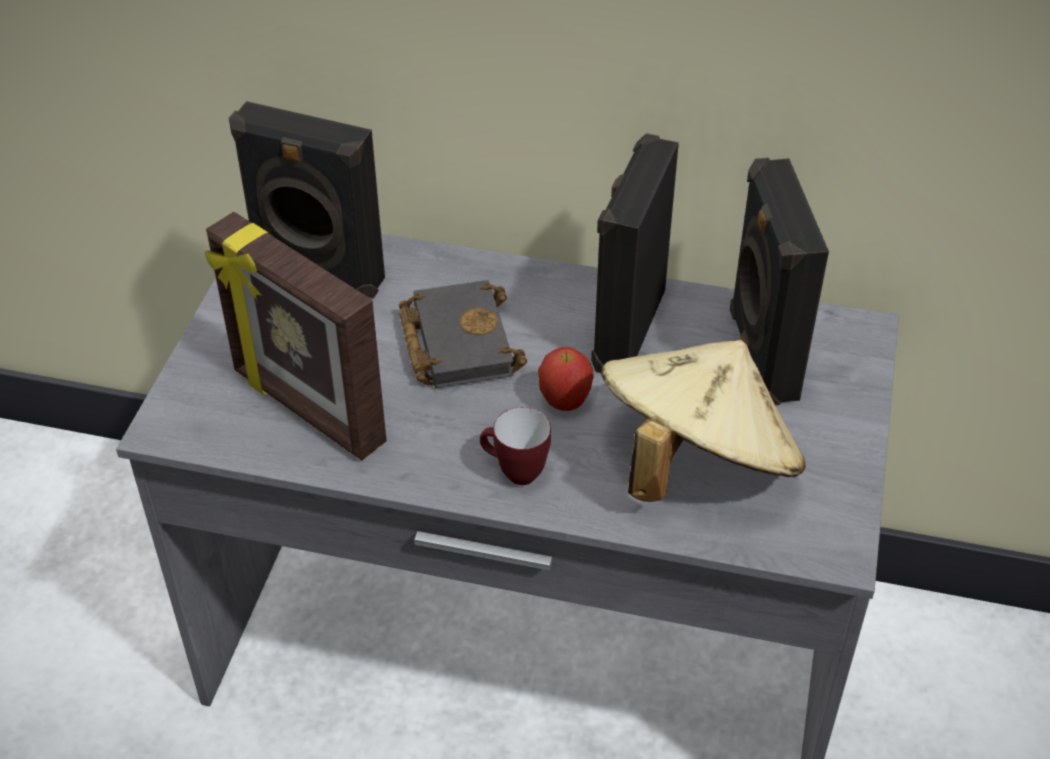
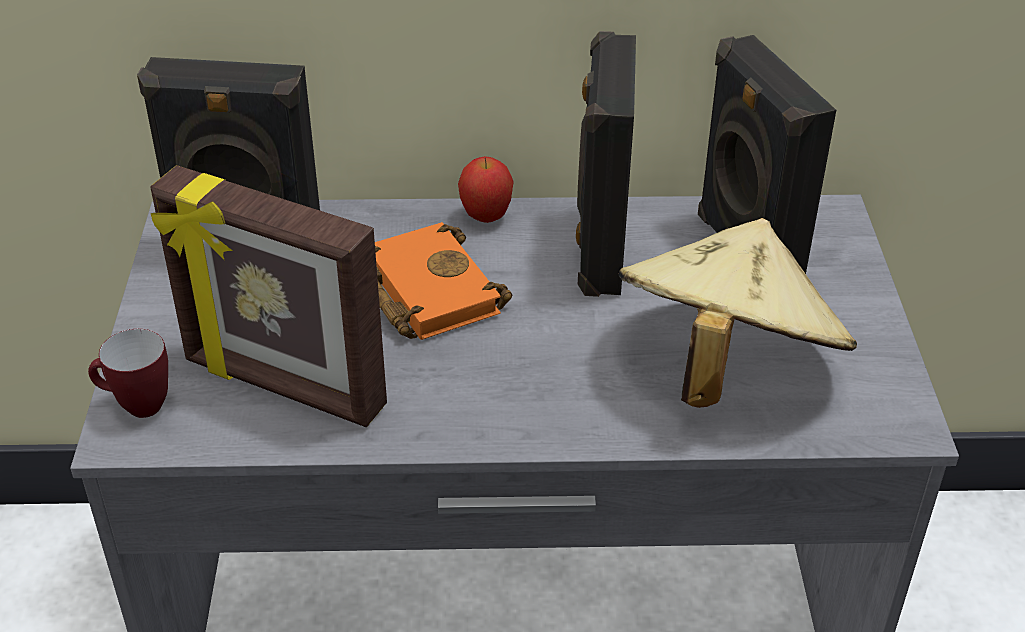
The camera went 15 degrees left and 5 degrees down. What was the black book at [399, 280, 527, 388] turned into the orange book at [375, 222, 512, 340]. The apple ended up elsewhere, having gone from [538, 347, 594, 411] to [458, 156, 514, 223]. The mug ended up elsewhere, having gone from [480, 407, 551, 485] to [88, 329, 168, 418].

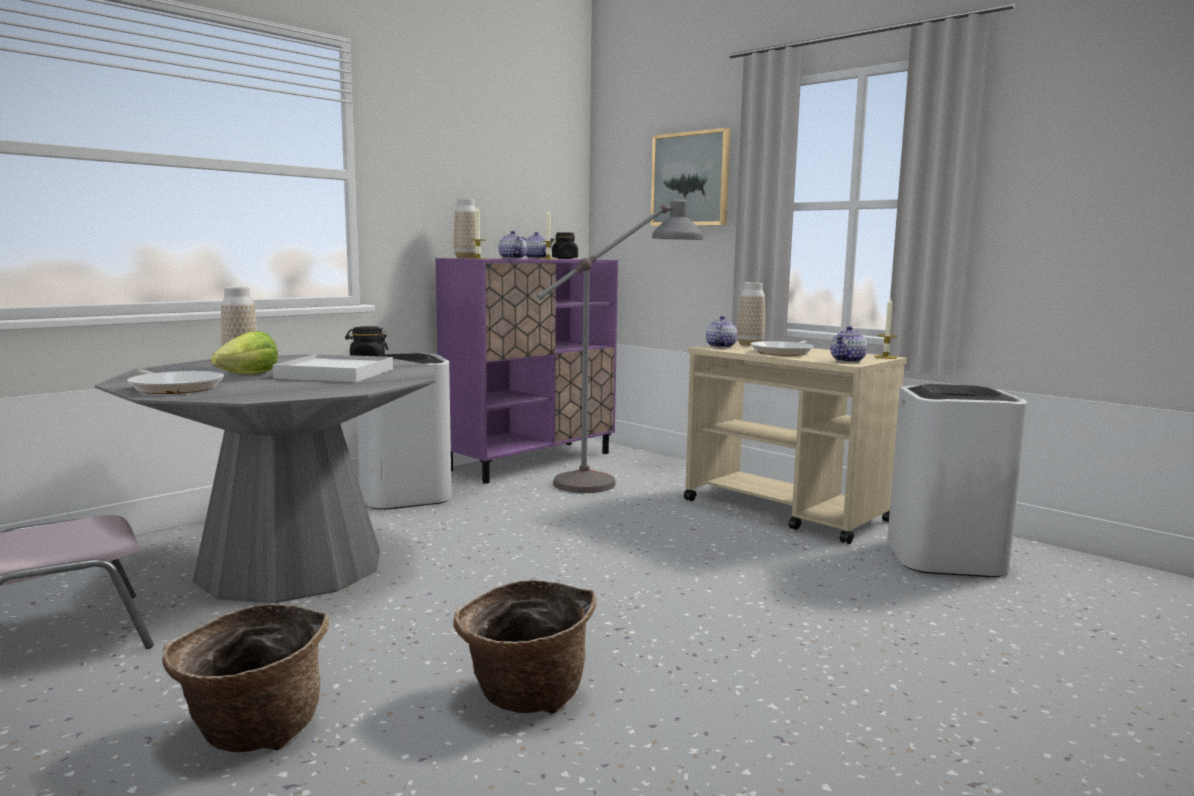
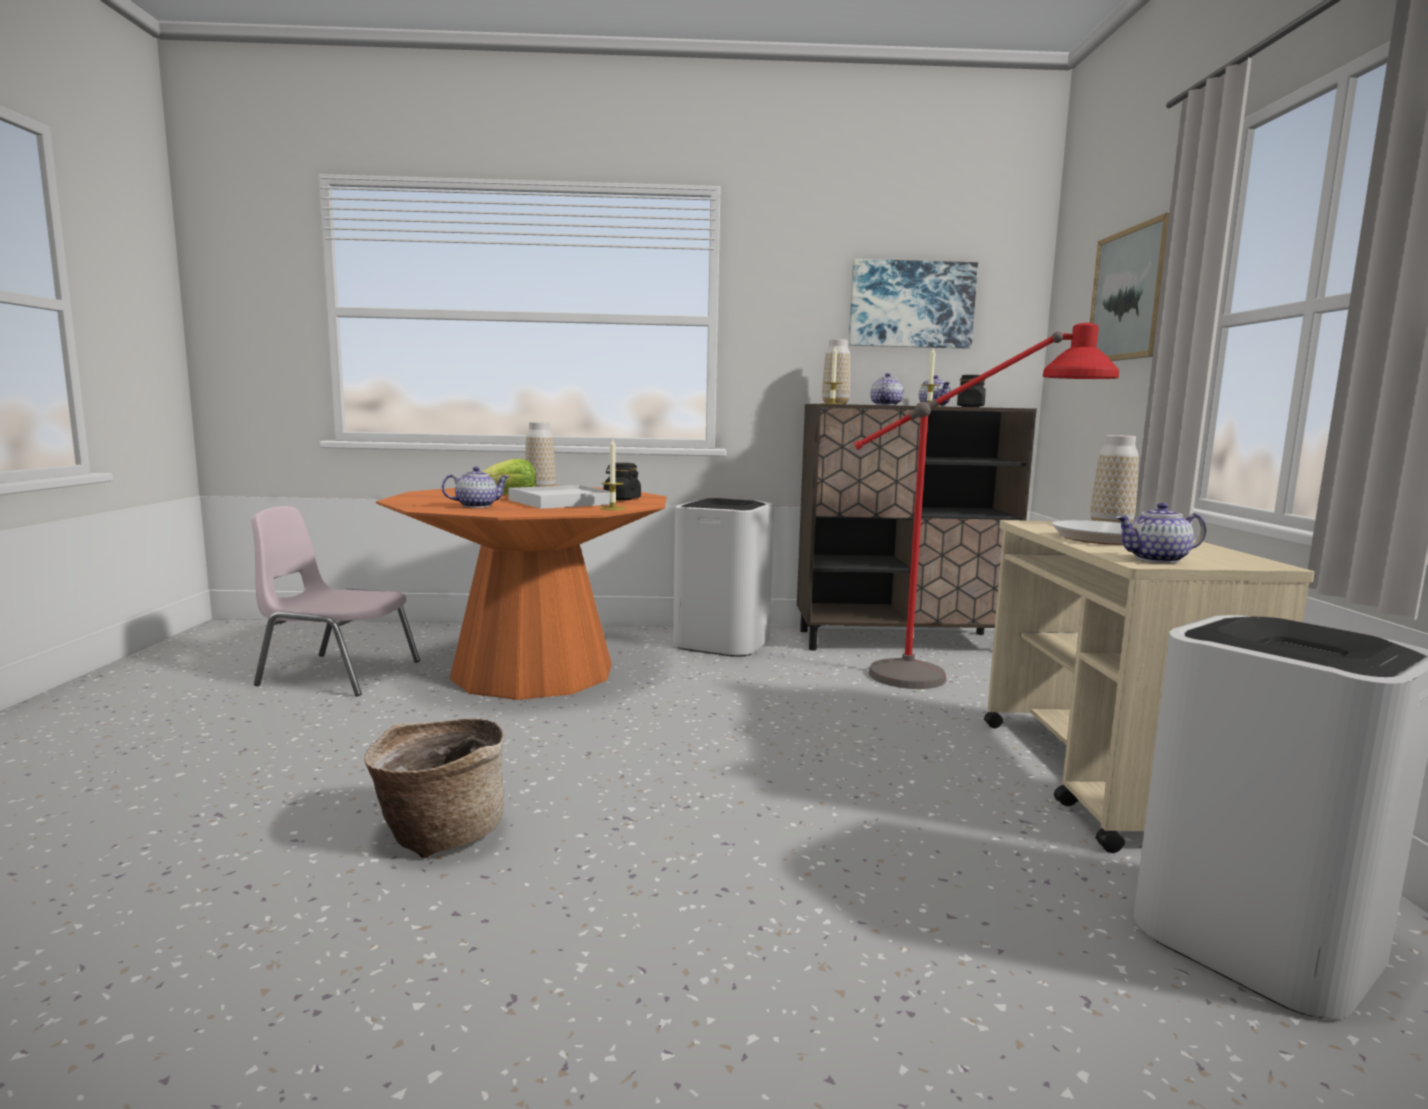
The camera went 45 degrees right and 0 degrees up. What was the grey floor lamp at [537, 199, 703, 493] turned into the red floor lamp at [854, 323, 1119, 689]. What was the purple cabinet at [435, 258, 618, 484] turned into the brown cabinet at [797, 404, 1037, 651]. The candle ended up elsewhere, having gone from [874, 297, 898, 359] to [599, 437, 626, 510]. The teapot ended up elsewhere, having gone from [706, 316, 737, 348] to [442, 467, 509, 508]. What was the grey dining table at [95, 354, 435, 603] turned into the orange dining table at [376, 485, 667, 700]. The second view lost the frying pan at [127, 369, 224, 394]. The second view lost the basket at [162, 604, 330, 752]. The second view gained the picture at [849, 259, 978, 348].

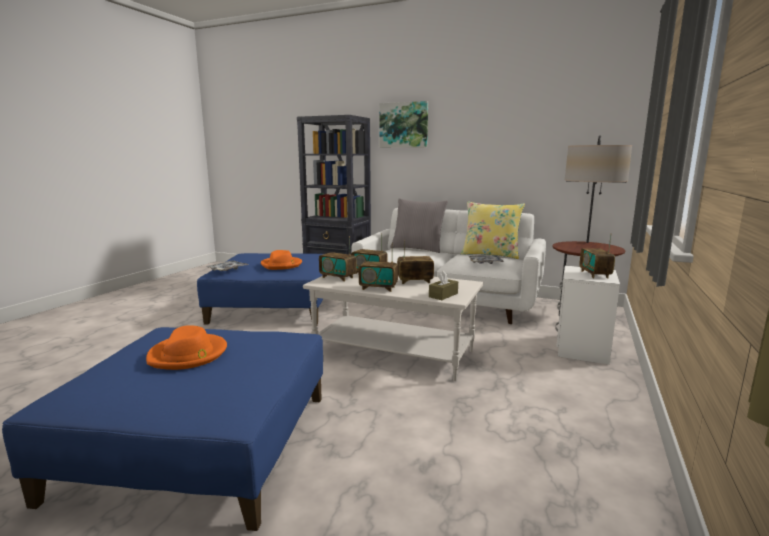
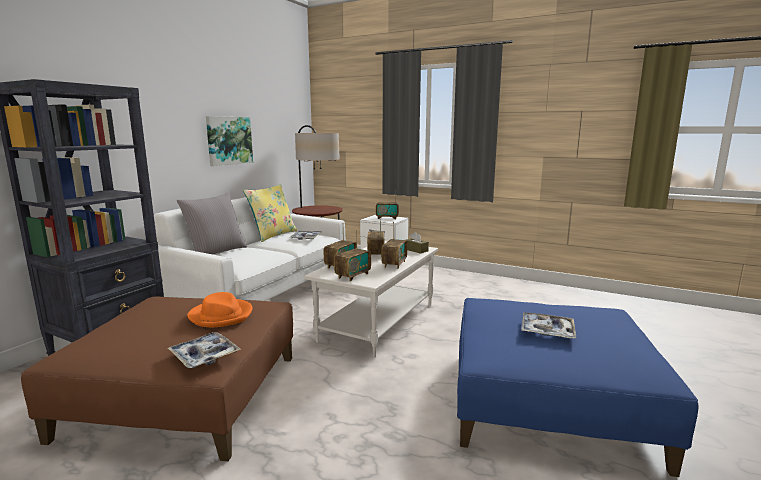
The camera went 85 degrees left and 0 degrees up. The picture ended up elsewhere, having gone from [379, 101, 428, 148] to [206, 116, 253, 166]. What was the blue ottoman at [197, 253, 323, 325] turned into the brown ottoman at [21, 297, 293, 461]. Where the orange hat stood at [146, 325, 227, 370], the tray came to stand at [521, 312, 576, 339].

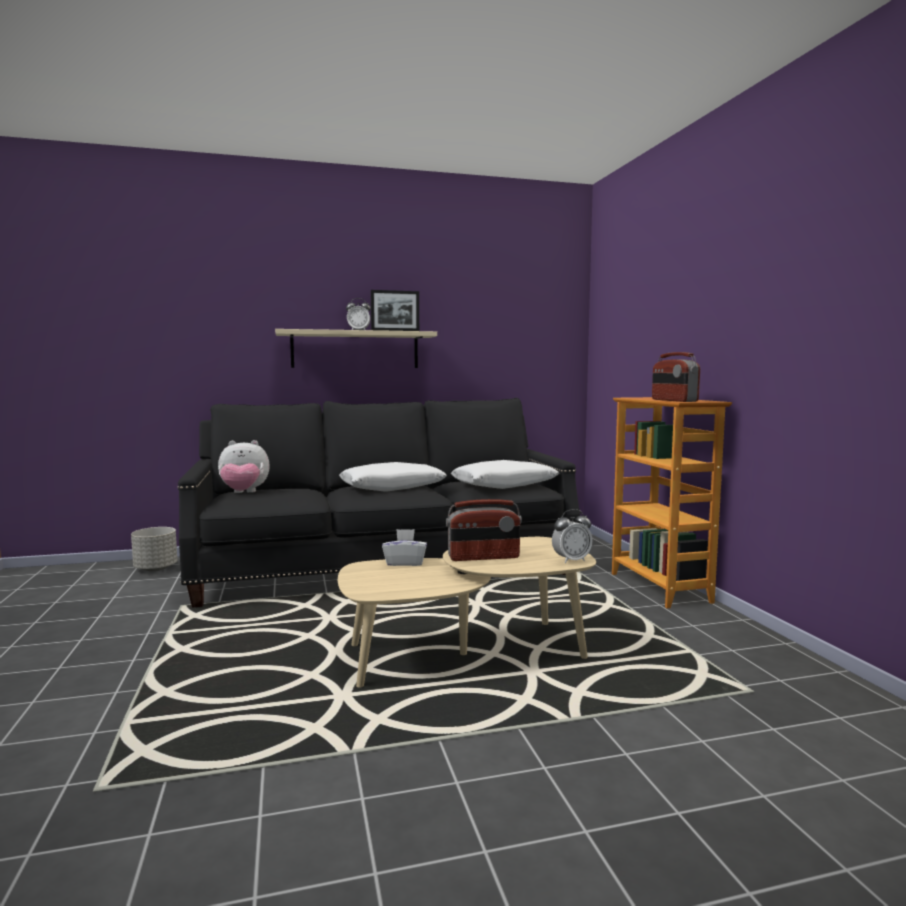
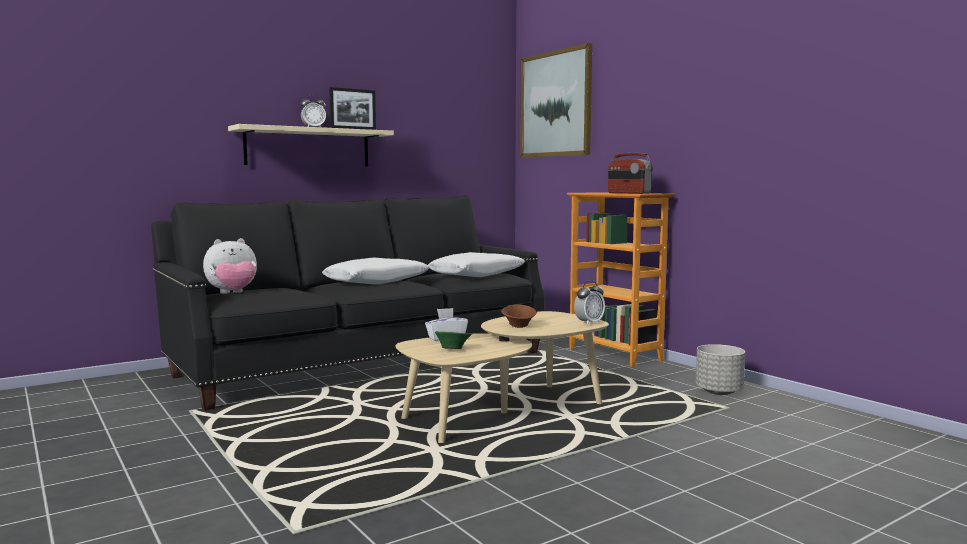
The camera went 20 degrees left and 0 degrees up. Where the radio stood at [446, 499, 522, 561], the brown bowl came to stand at [501, 304, 537, 328]. The grey planter ended up elsewhere, having gone from [131, 527, 177, 572] to [696, 344, 745, 395]. The second view gained the picture at [520, 43, 592, 158]. The second view gained the green bowl at [435, 331, 471, 349].

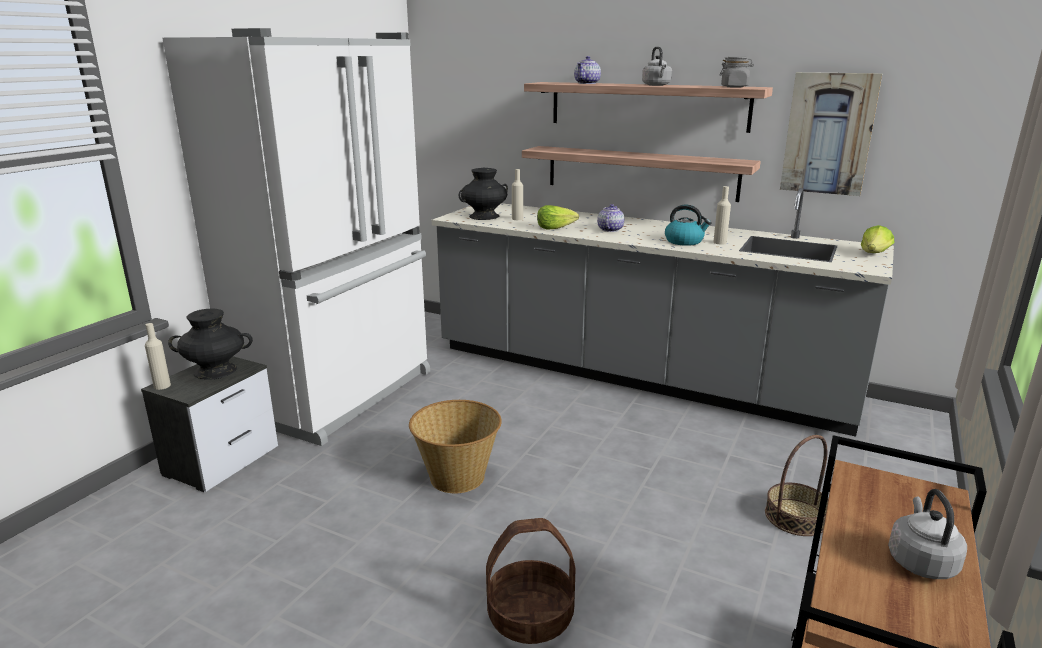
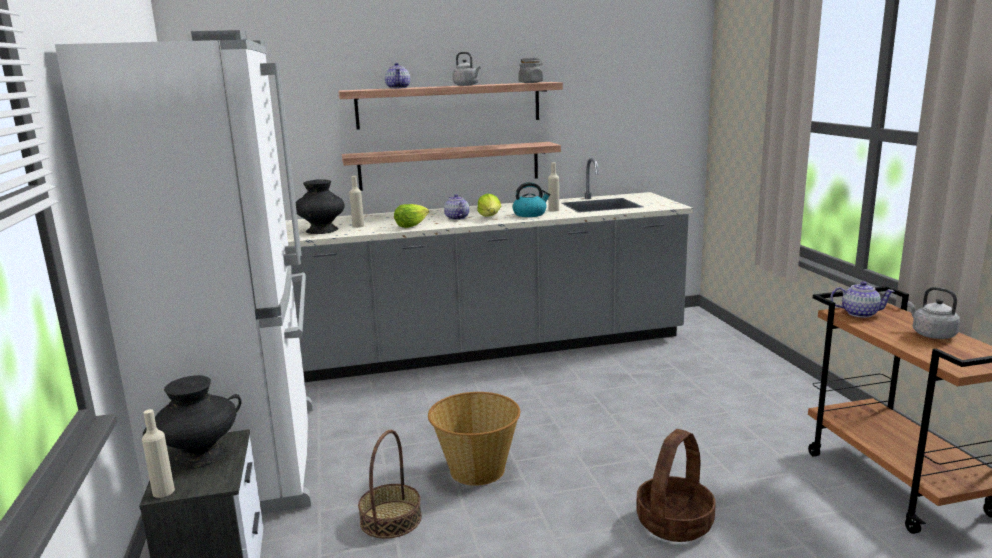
The camera went 40 degrees left and 5 degrees down. The second view lost the picture at [780, 72, 882, 196]. The lettuce ended up elsewhere, having gone from [861, 225, 894, 253] to [477, 194, 501, 217]. The basket ended up elsewhere, having gone from [765, 435, 828, 536] to [358, 430, 422, 539]. The second view gained the teapot at [830, 281, 895, 318].

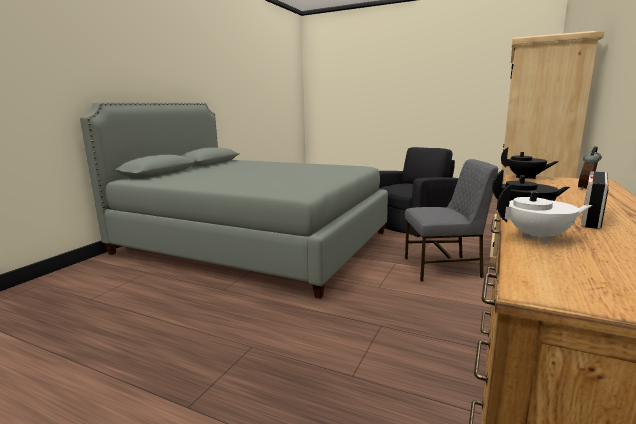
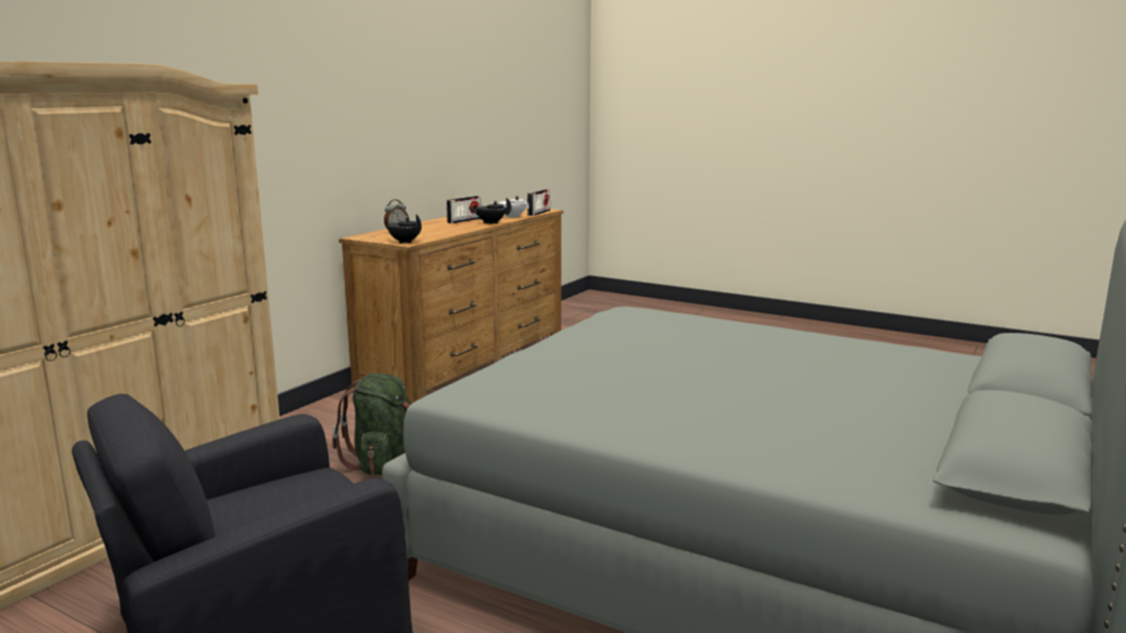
The camera went 175 degrees left and 0 degrees up. Where the grey chair stood at [405, 159, 498, 282], the green backpack came to stand at [332, 373, 411, 476]. The second view gained the radio at [527, 189, 550, 216].

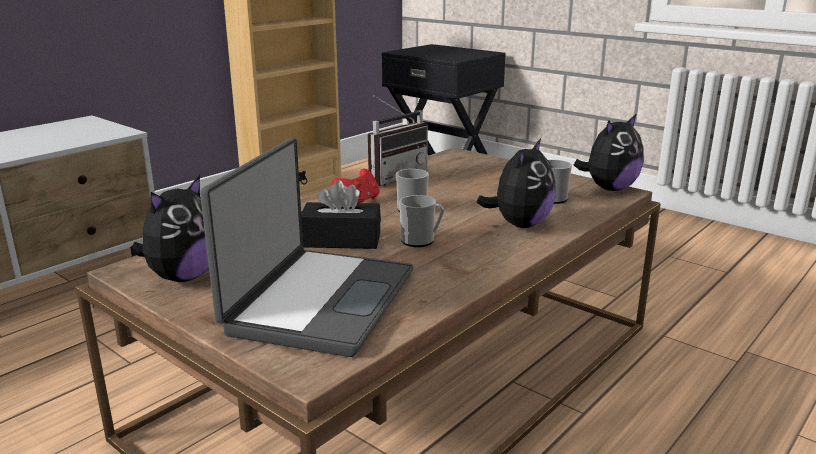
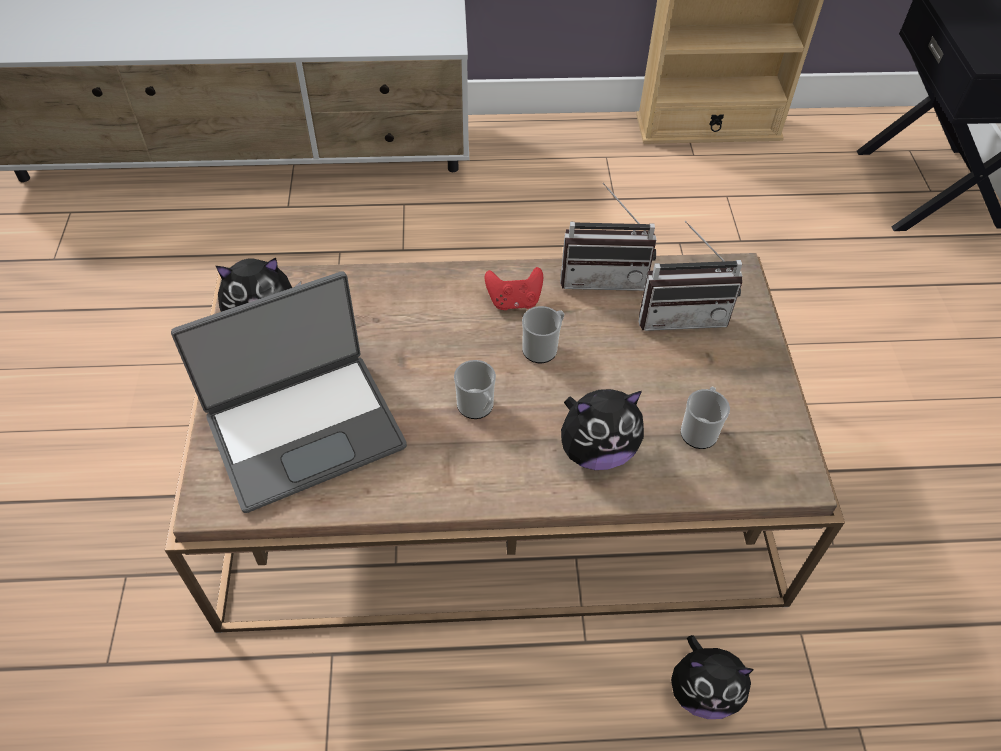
The camera went 45 degrees right and 30 degrees up. The plush toy ended up elsewhere, having gone from [574, 113, 644, 191] to [671, 635, 754, 719]. The second view lost the black tissue box at [301, 180, 381, 249]. The second view gained the radio at [638, 221, 742, 331].

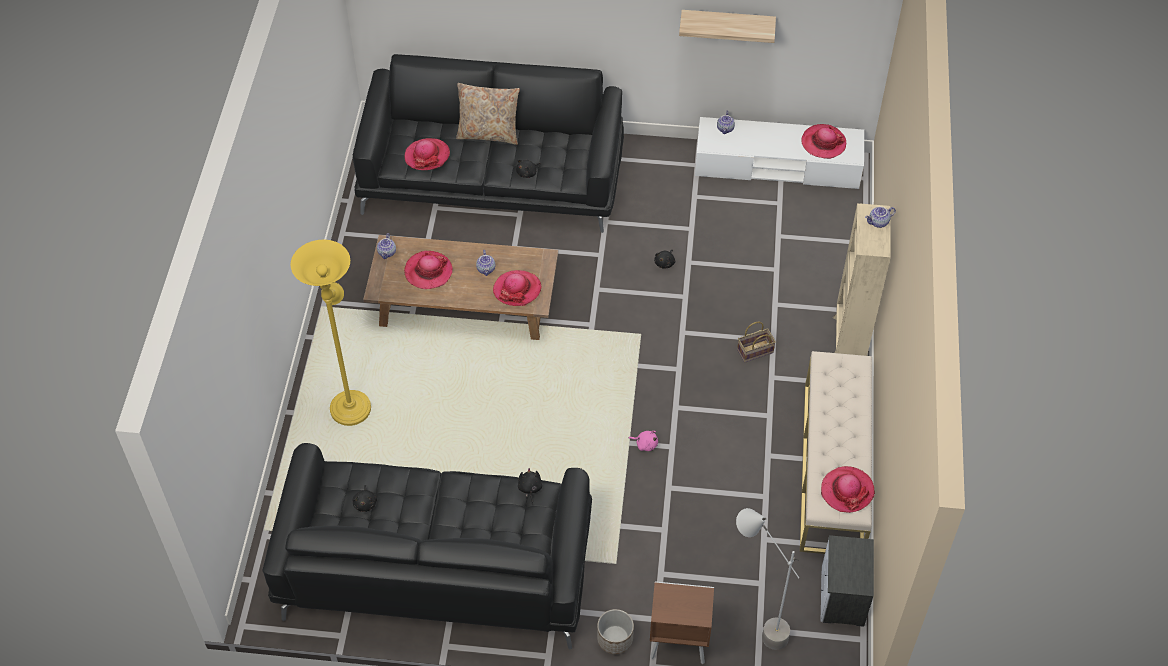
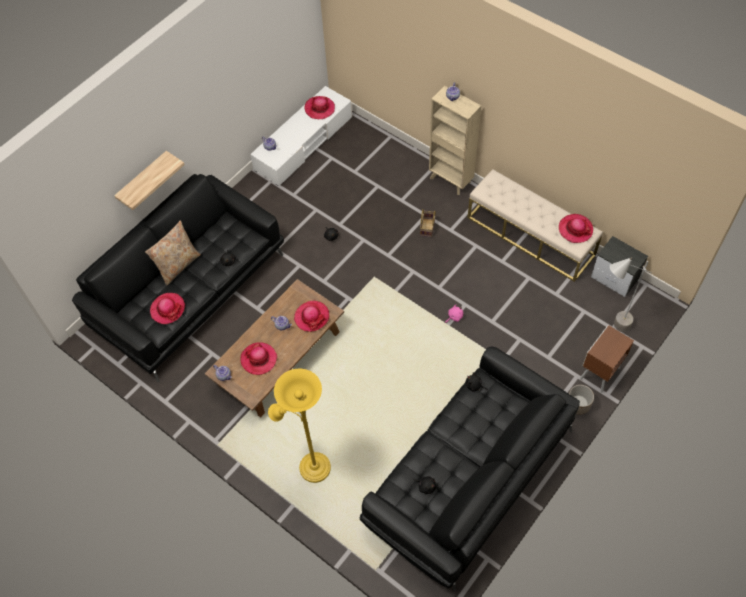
The camera went 55 degrees left and 5 degrees up. The shelf ended up elsewhere, having gone from [679, 10, 776, 43] to [114, 151, 185, 210].

